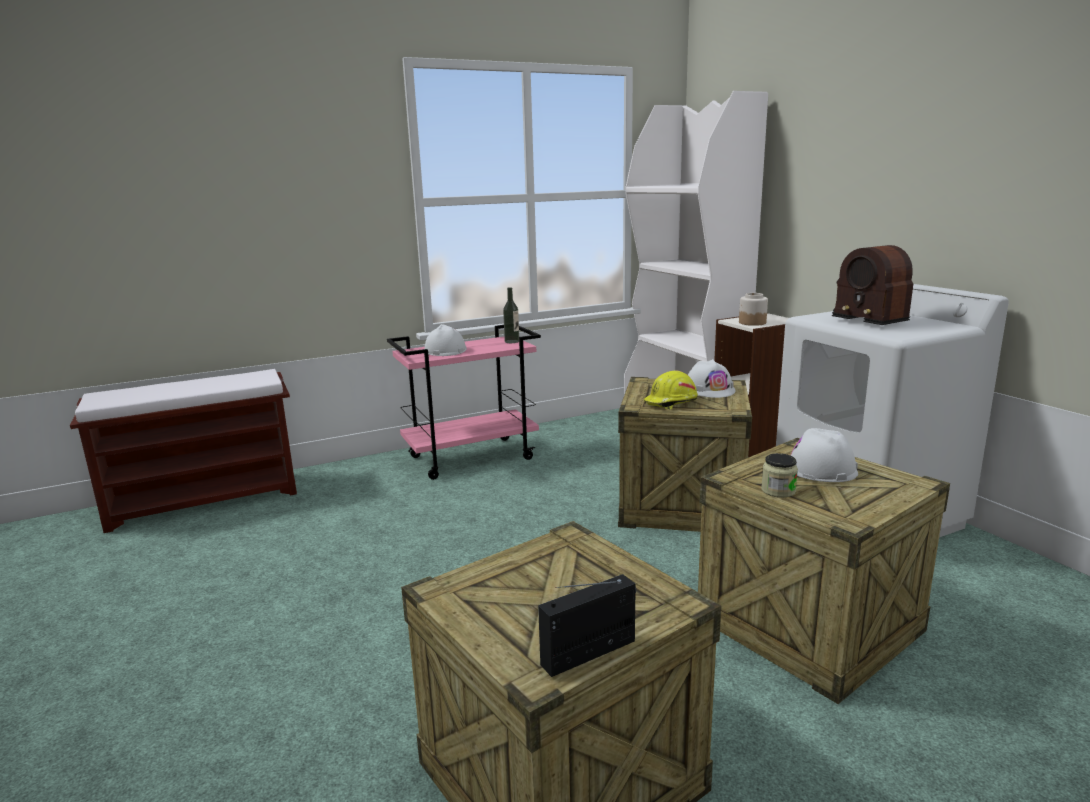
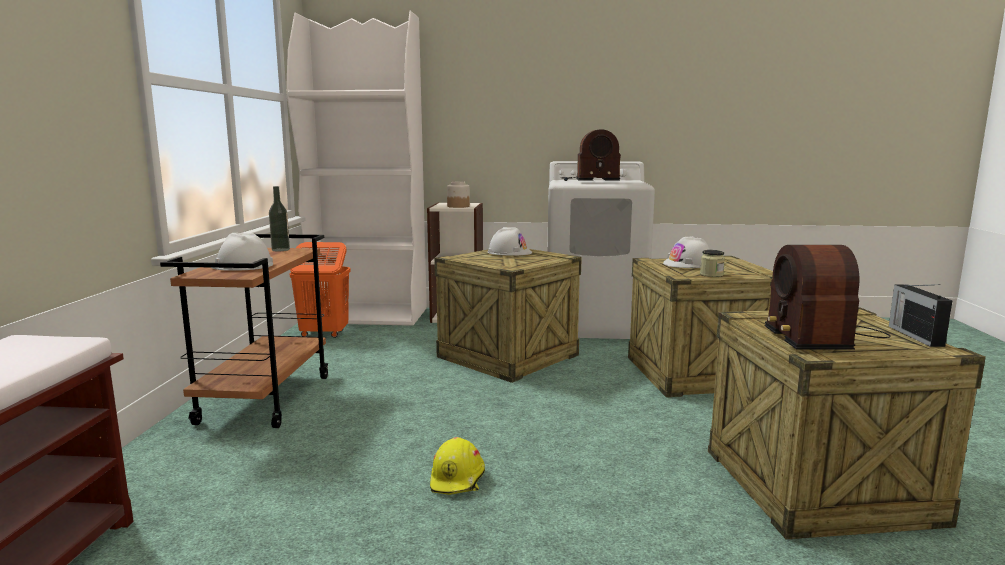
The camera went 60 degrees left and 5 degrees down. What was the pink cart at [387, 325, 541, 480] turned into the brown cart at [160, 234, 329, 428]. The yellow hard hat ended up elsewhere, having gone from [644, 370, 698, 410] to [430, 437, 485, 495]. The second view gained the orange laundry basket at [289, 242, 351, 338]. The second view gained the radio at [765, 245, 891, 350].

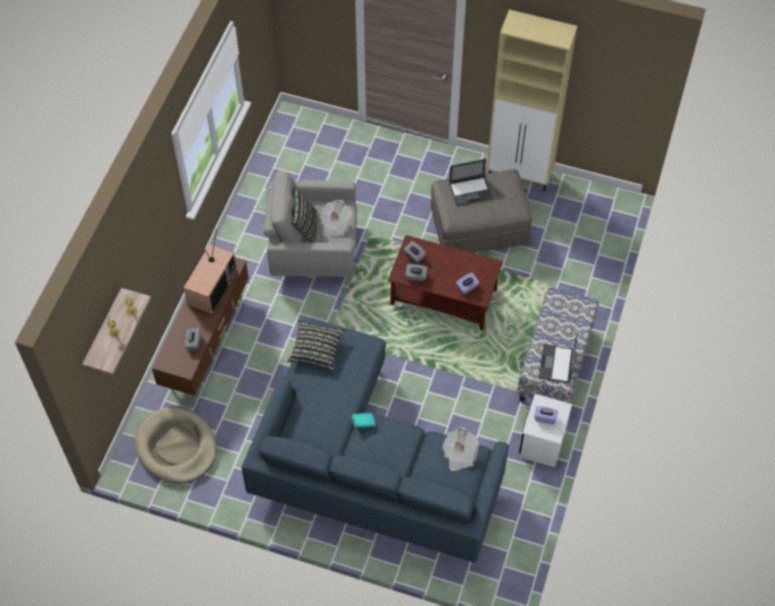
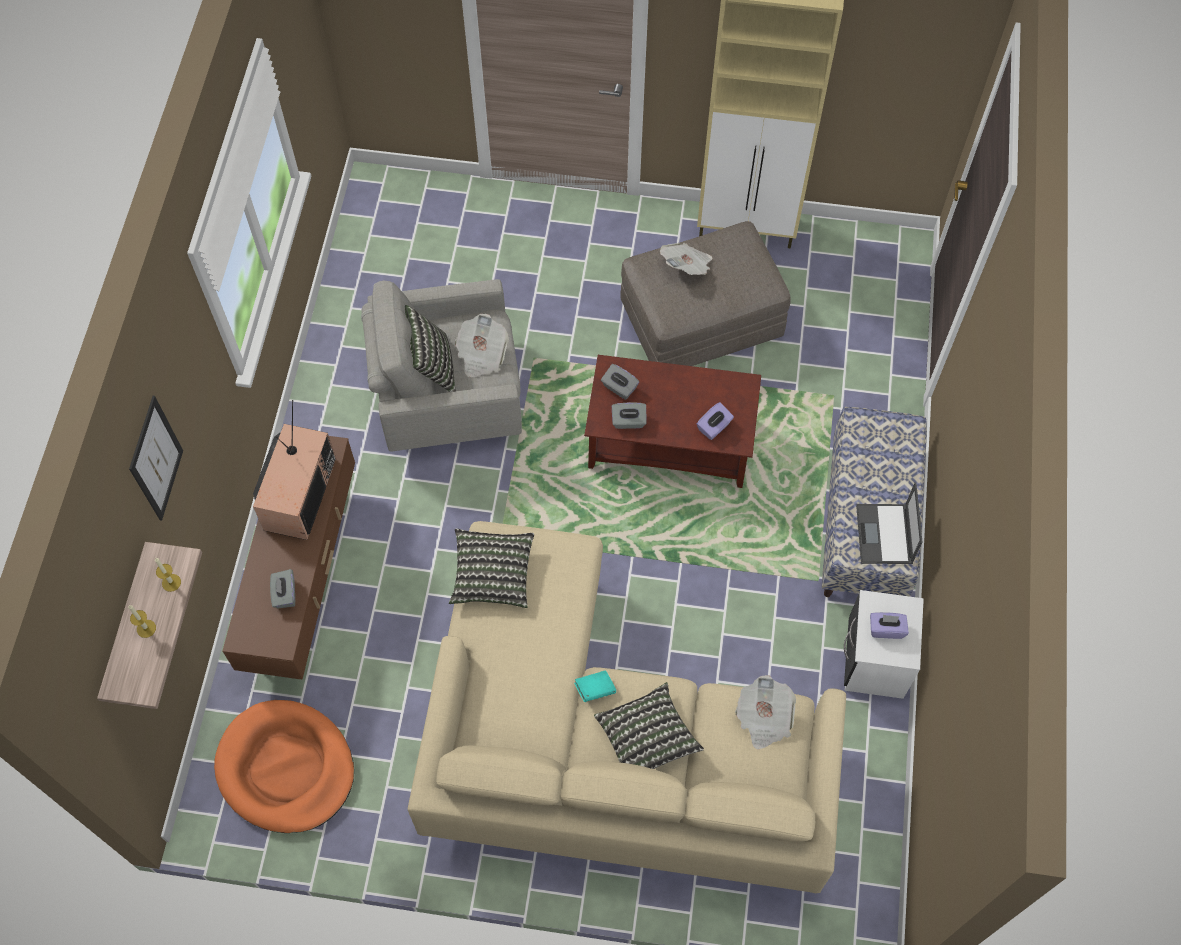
The camera went 10 degrees left and 5 degrees up. Where the laptop stood at [449, 159, 492, 206], the newspaper came to stand at [660, 243, 713, 275]. What was the blue sofa at [241, 320, 509, 563] turned into the beige sofa at [408, 521, 846, 893]. What was the beige dog bed at [135, 407, 217, 483] turned into the orange dog bed at [214, 700, 354, 833]. The second view gained the picture at [129, 396, 183, 521]. The second view gained the pillow at [594, 682, 704, 769].

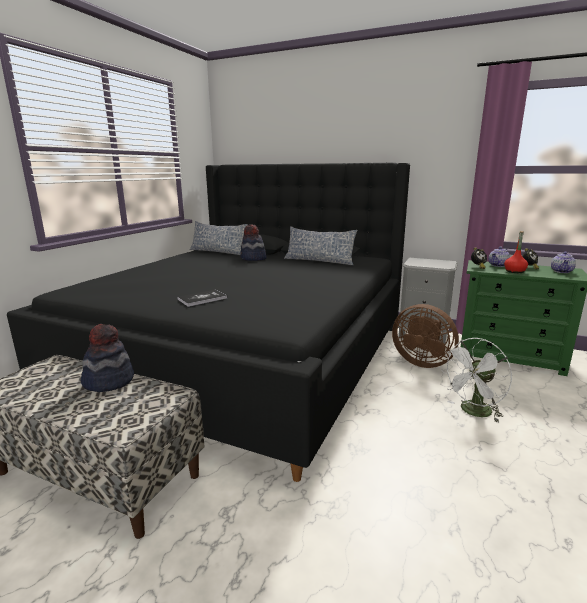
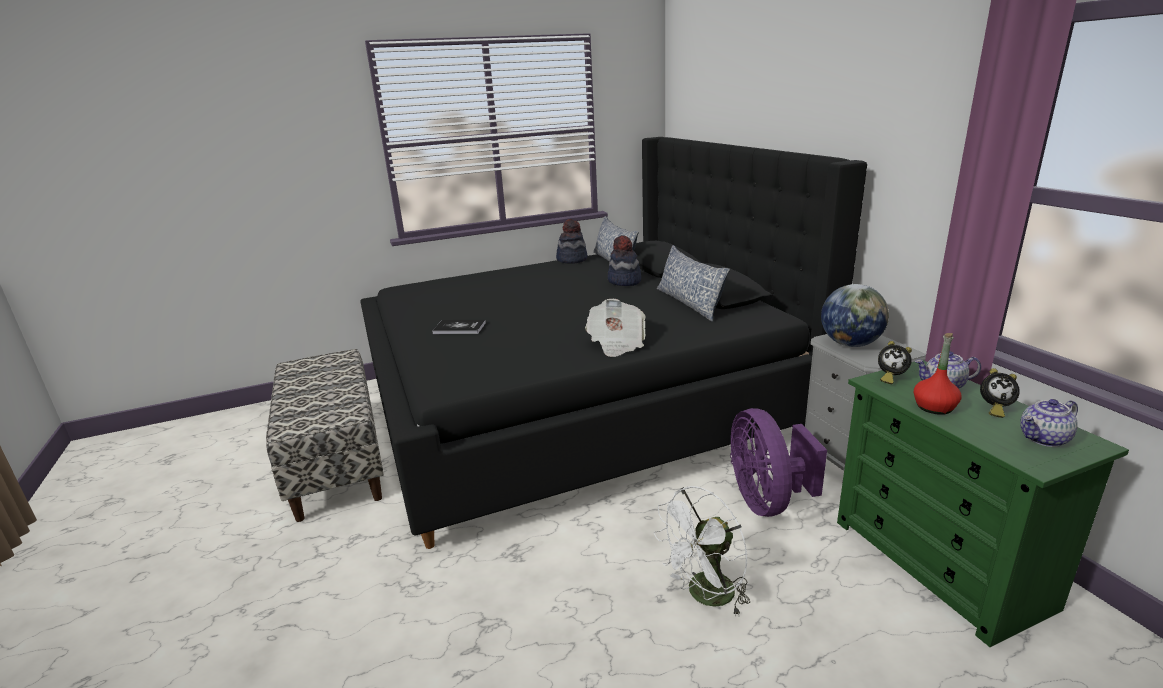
The camera went 45 degrees right and 5 degrees up. What was the brown fan at [392, 304, 459, 368] turned into the purple fan at [730, 408, 827, 517]. The hat ended up elsewhere, having gone from [81, 324, 134, 392] to [556, 219, 587, 263]. The white fan at [442, 338, 512, 422] ended up facing another way, 45 degrees counterclockwise from before. The second view gained the globe at [821, 284, 889, 347]. The second view gained the newspaper at [585, 299, 645, 357].

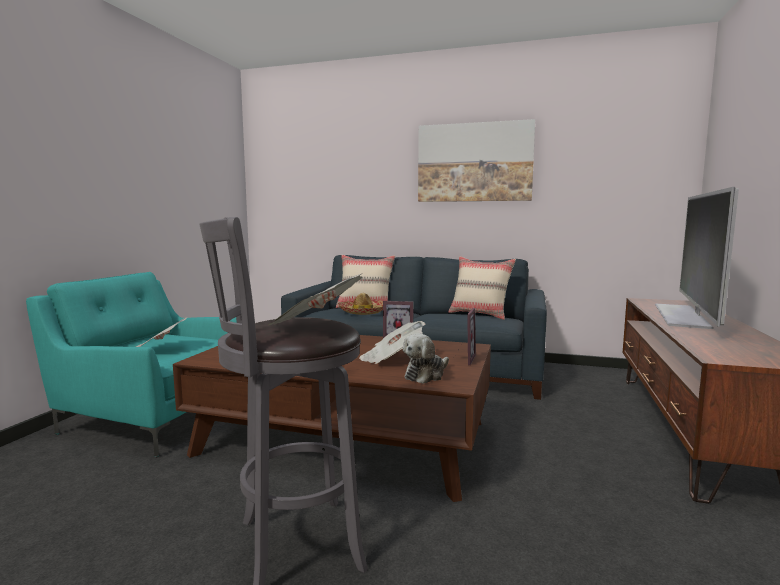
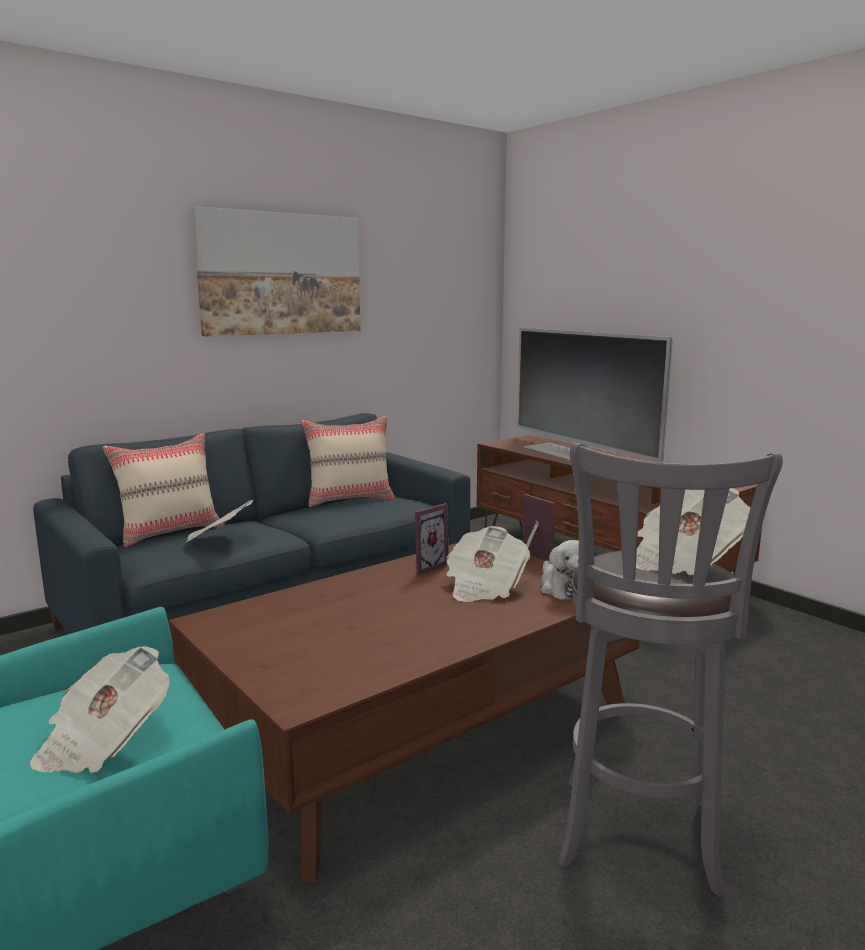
The camera went 55 degrees left and 5 degrees up. Where the hat stood at [338, 293, 383, 315], the newspaper came to stand at [186, 500, 253, 542].

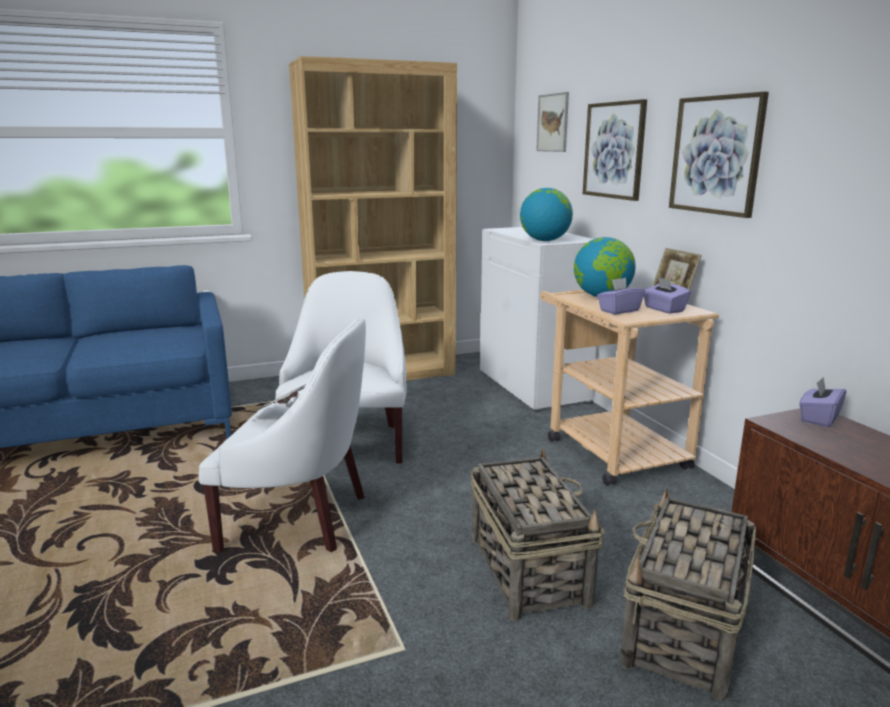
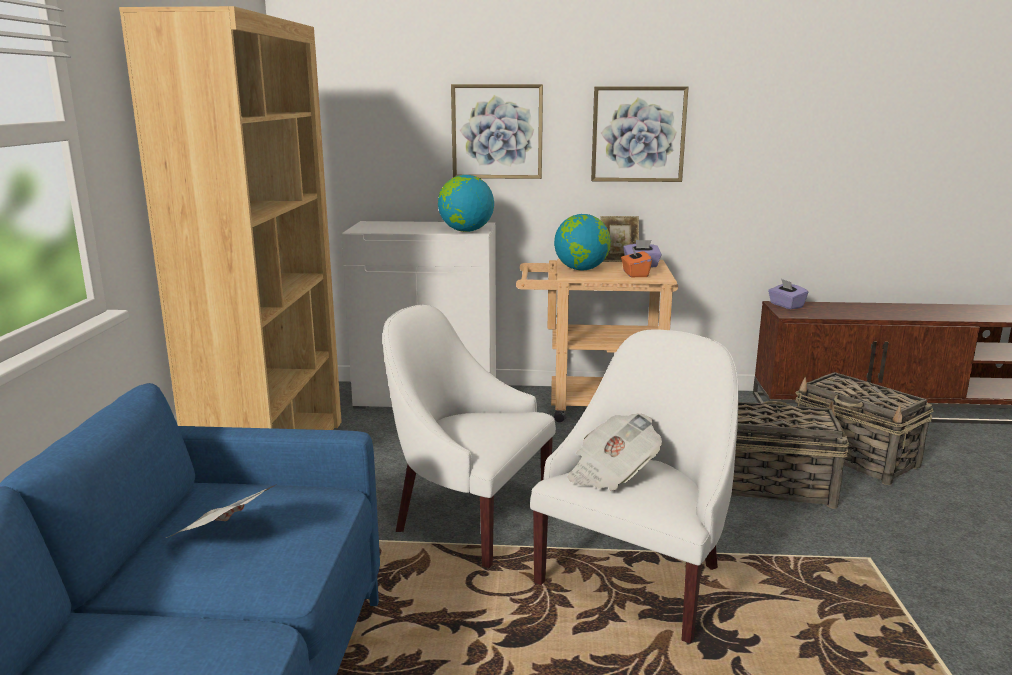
The camera went 65 degrees left and 0 degrees up. The second view lost the picture at [536, 92, 569, 152]. What was the purple tissue box at [597, 278, 645, 315] turned into the orange tissue box at [621, 246, 652, 277]. The second view gained the newspaper at [166, 484, 277, 538].

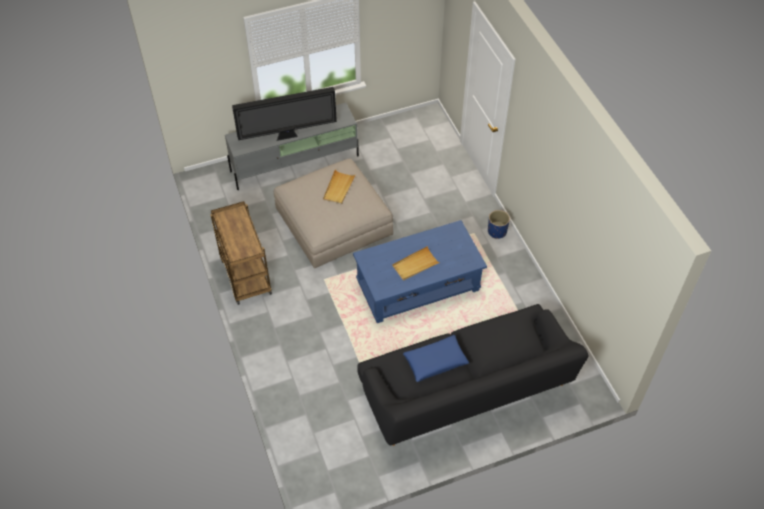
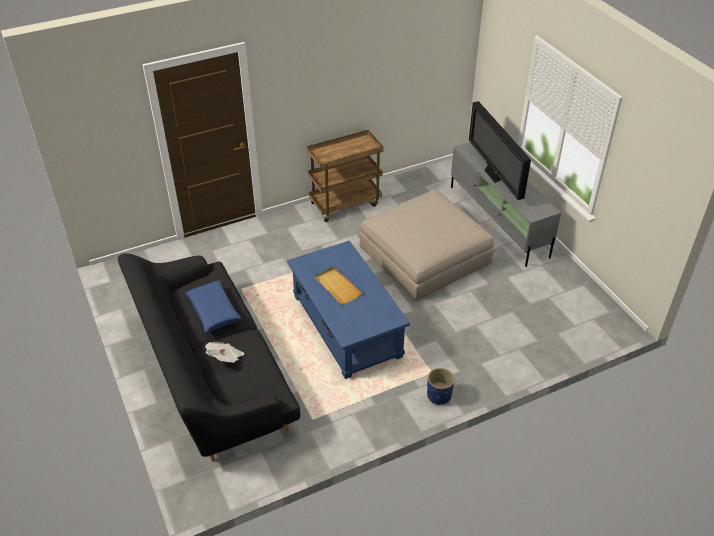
The camera went 85 degrees right and 10 degrees down. The second view lost the beige tray at [323, 170, 355, 204]. The second view gained the newspaper at [205, 342, 244, 363].

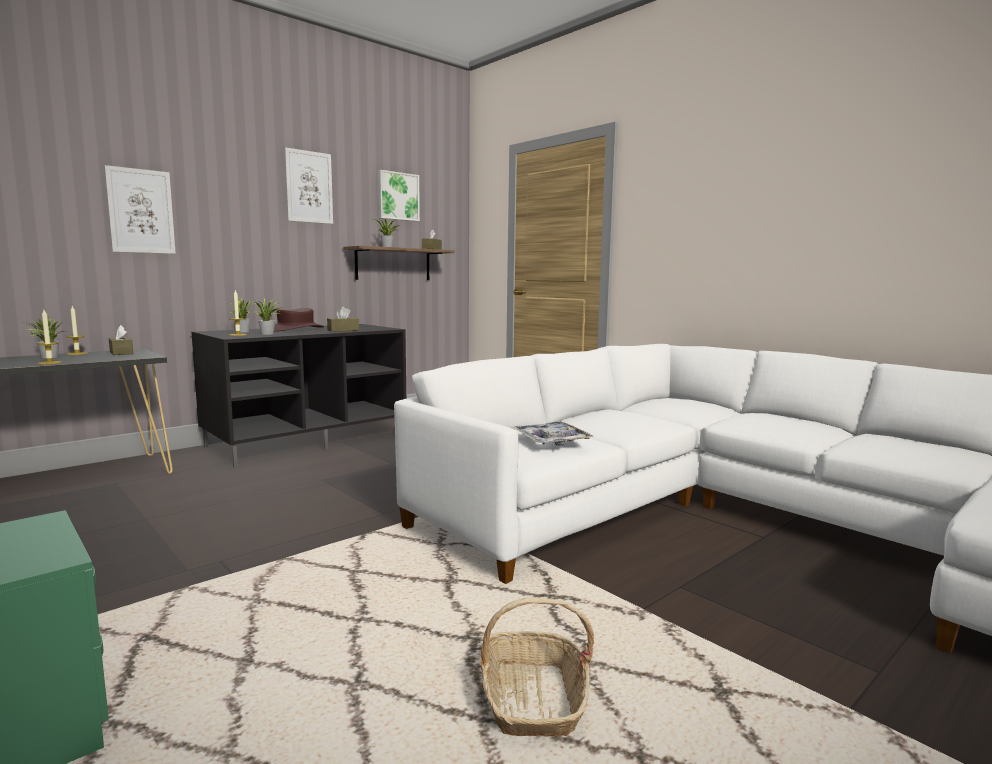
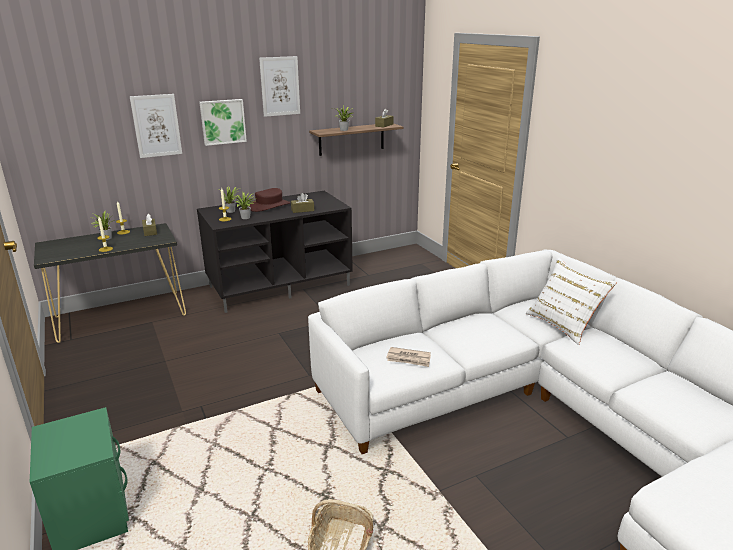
The camera went 15 degrees right and 15 degrees up. The picture ended up elsewhere, having gone from [377, 170, 420, 221] to [199, 99, 247, 146]. Where the tray stood at [513, 421, 594, 446], the newspaper came to stand at [386, 347, 431, 367]. The second view gained the white pillow at [526, 257, 617, 345].

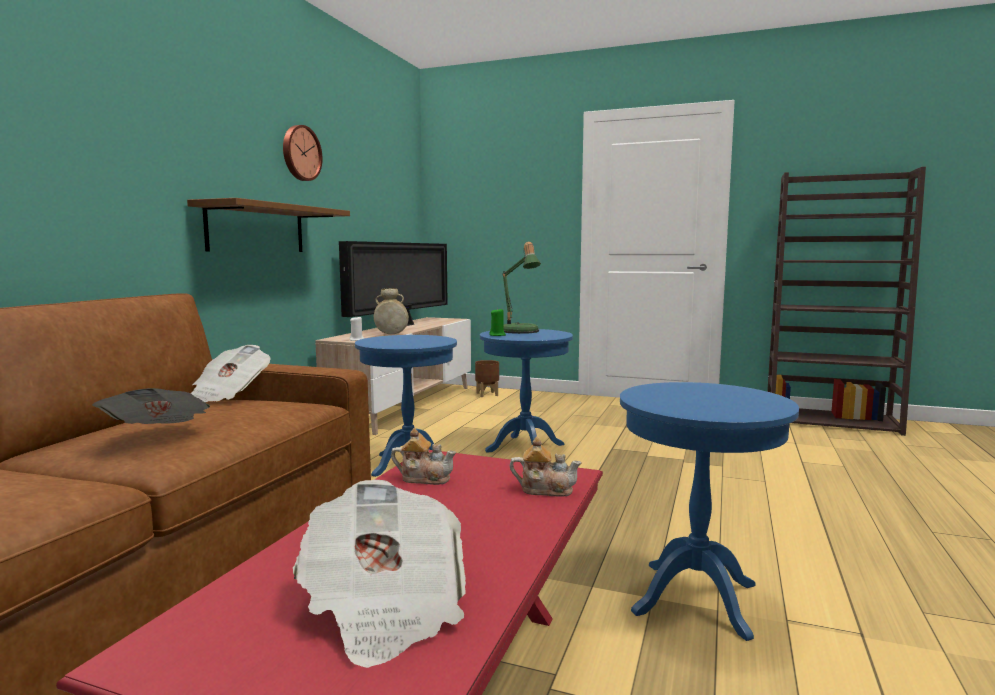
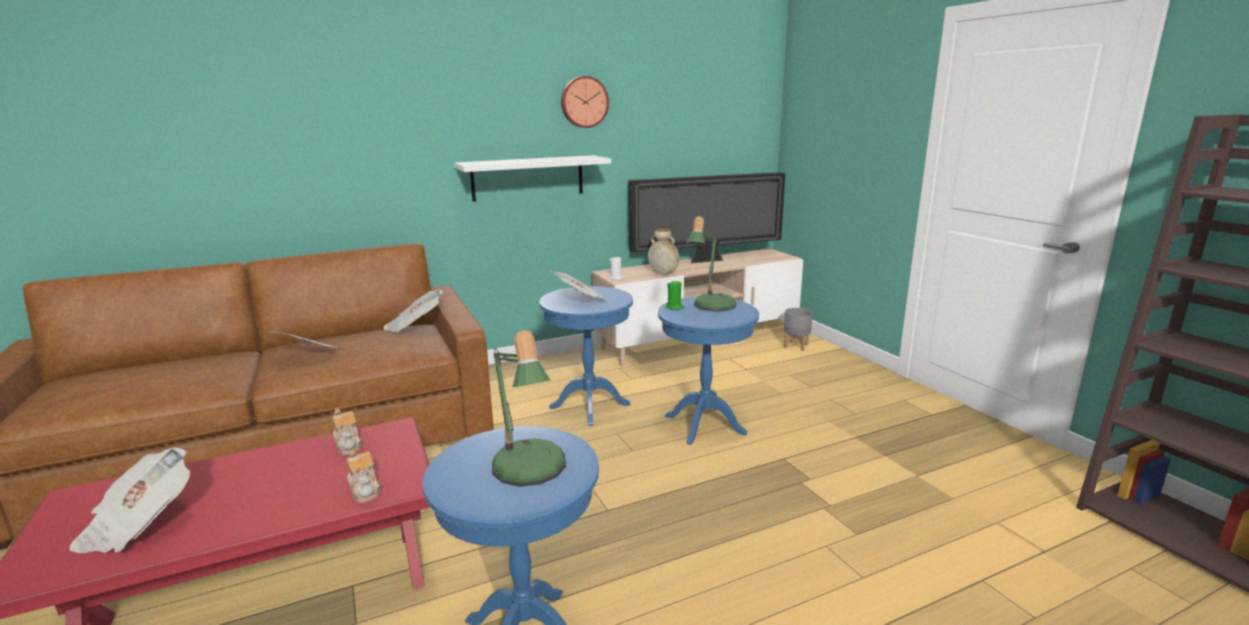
The camera went 45 degrees right and 10 degrees up. What was the brown shelf at [187, 198, 350, 252] turned into the white shelf at [454, 155, 611, 201]. What was the brown planter at [475, 360, 499, 397] turned into the grey planter at [784, 308, 813, 351]. The second view gained the newspaper at [548, 270, 611, 301]. The second view gained the table lamp at [492, 330, 566, 487].

